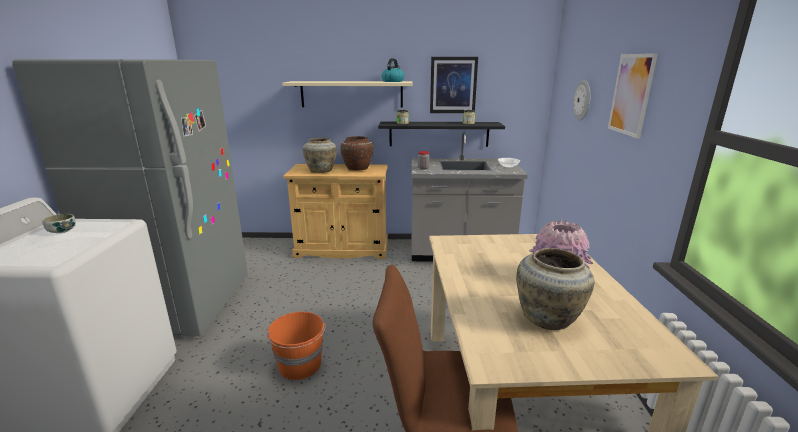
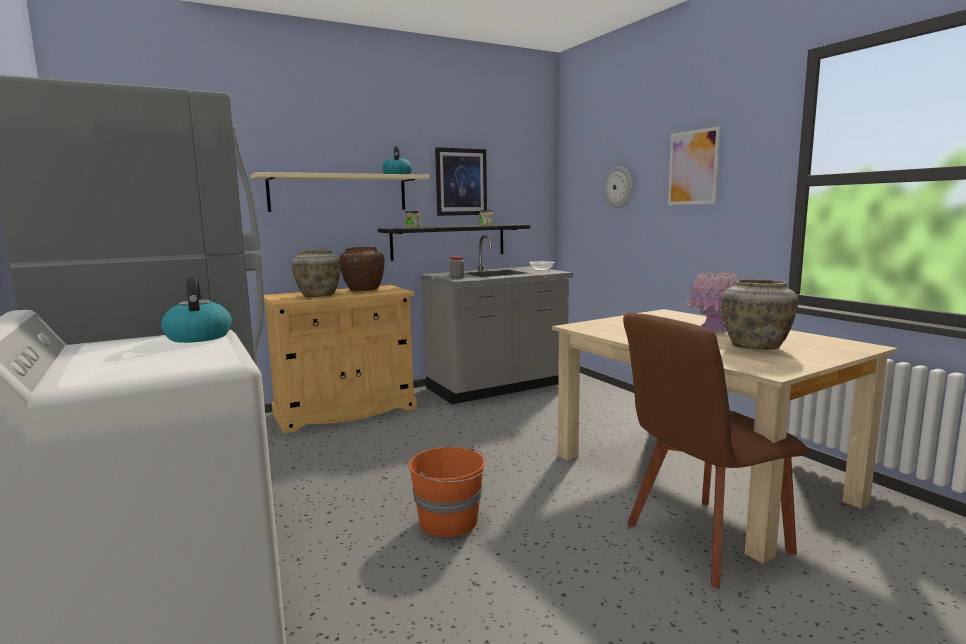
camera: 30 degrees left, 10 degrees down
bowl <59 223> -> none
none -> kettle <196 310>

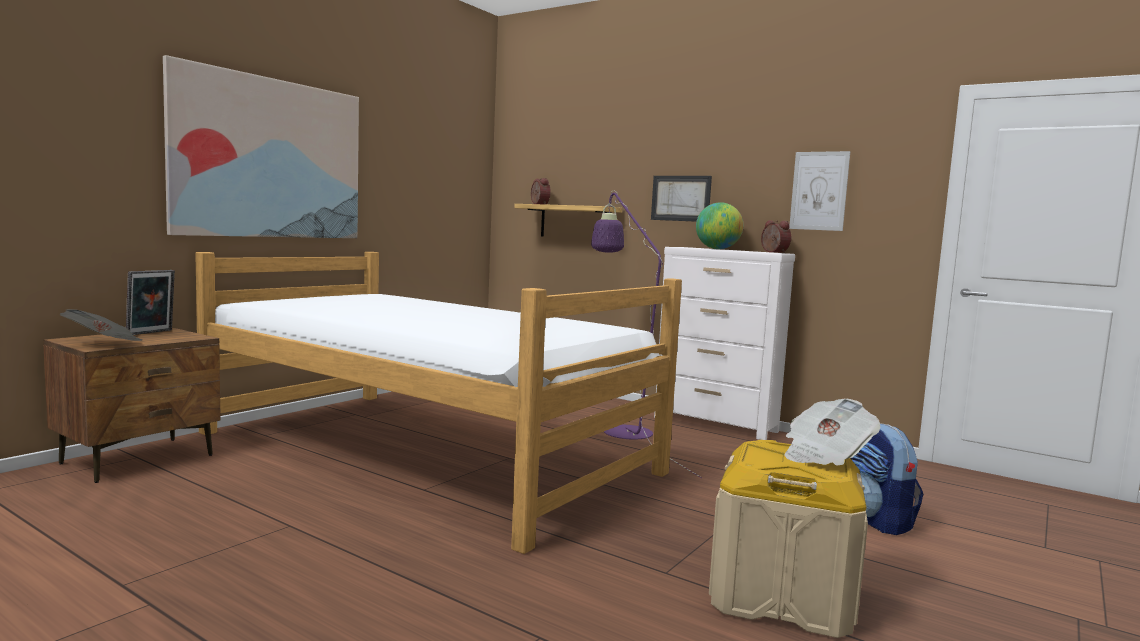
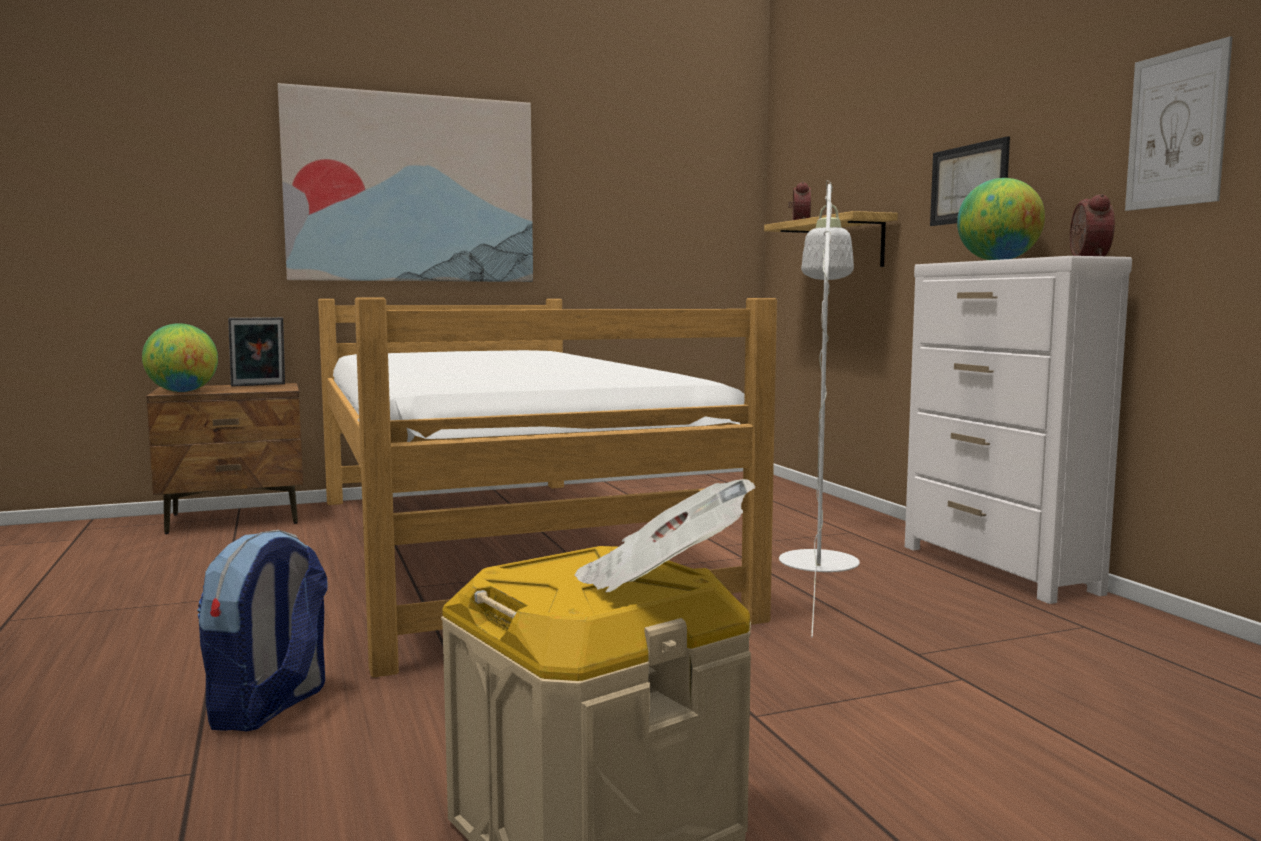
camera: 35 degrees right, 0 degrees up
newspaper <101 325> -> globe <180 357>
purple floor lamp <646 334> -> white floor lamp <819 408>
backpack <887 479> -> backpack <262 630>, relocated

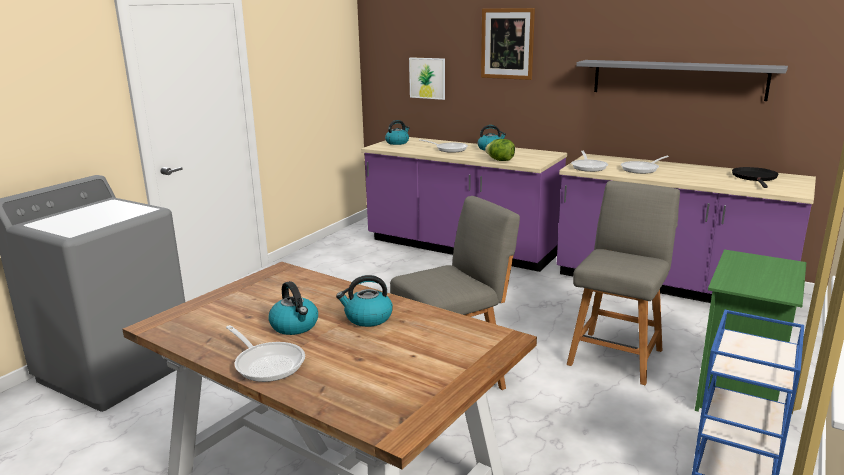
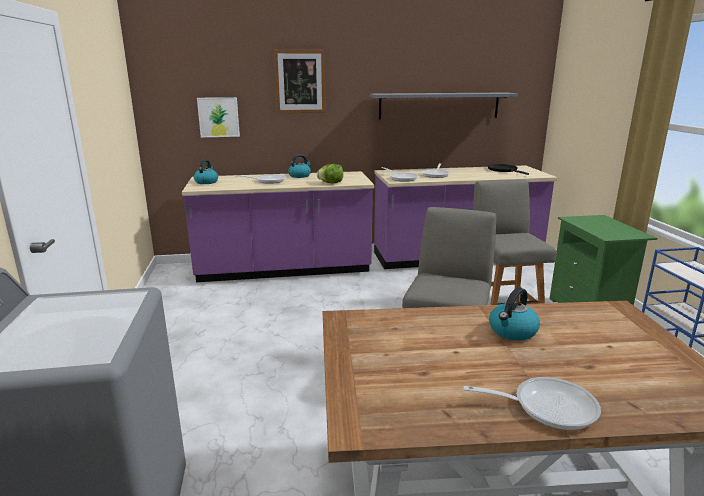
camera: 40 degrees left, 0 degrees up
kettle <293 308> -> none

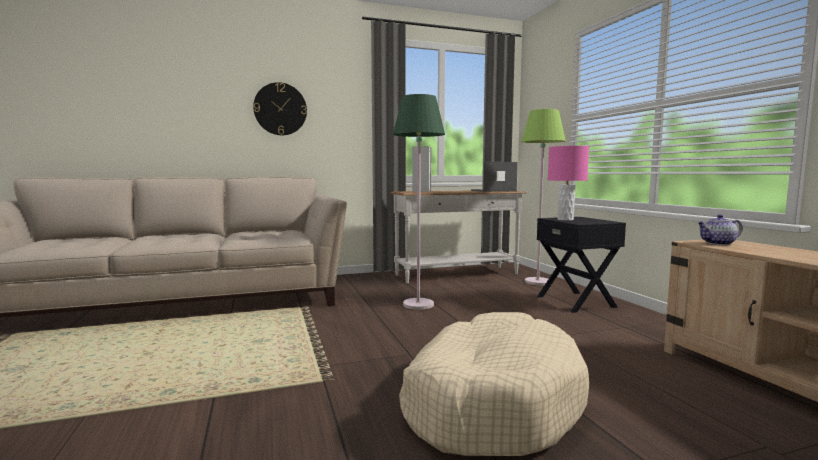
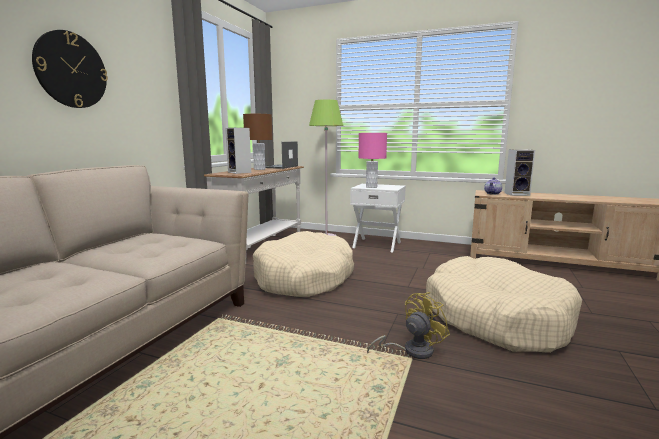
camera: 50 degrees left, 5 degrees up
green floor lamp <419 202> -> beige dog bed <303 264>
black nightstand <581 265> -> white nightstand <378 218>
none -> brown table lamp <258 142>
none -> yellow fan <408 325>
none -> speaker <519 172>

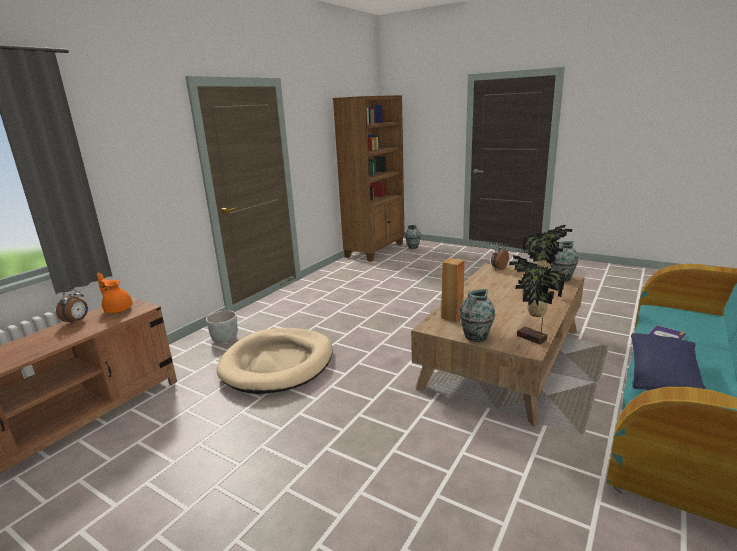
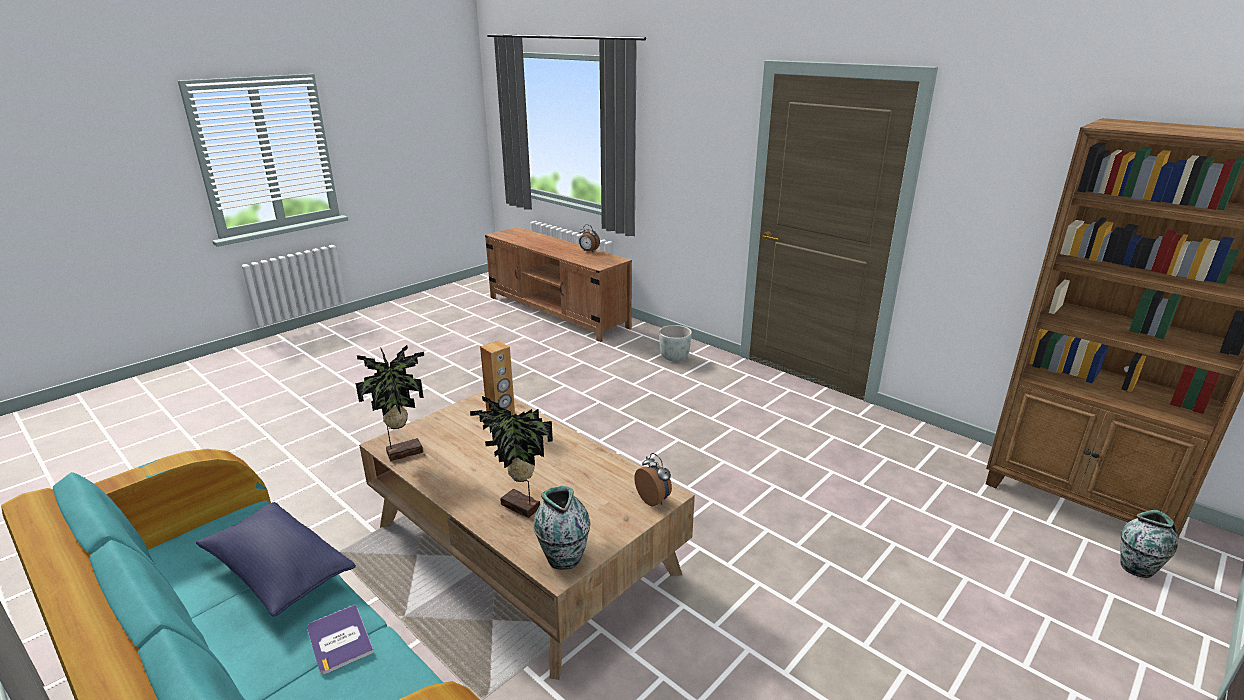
camera: 100 degrees right, 5 degrees up
orange teapot <114 293> -> none
beige dog bed <274 361> -> none
vase <477 315> -> none

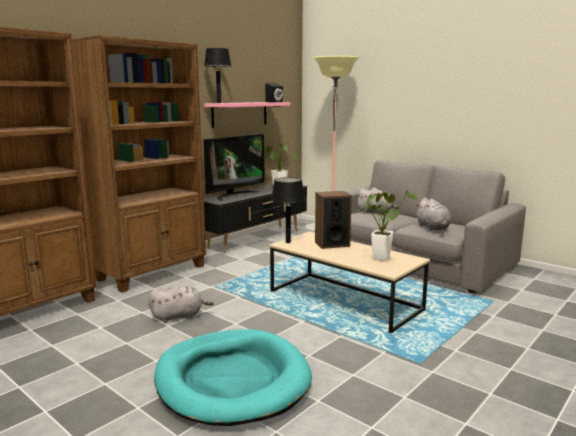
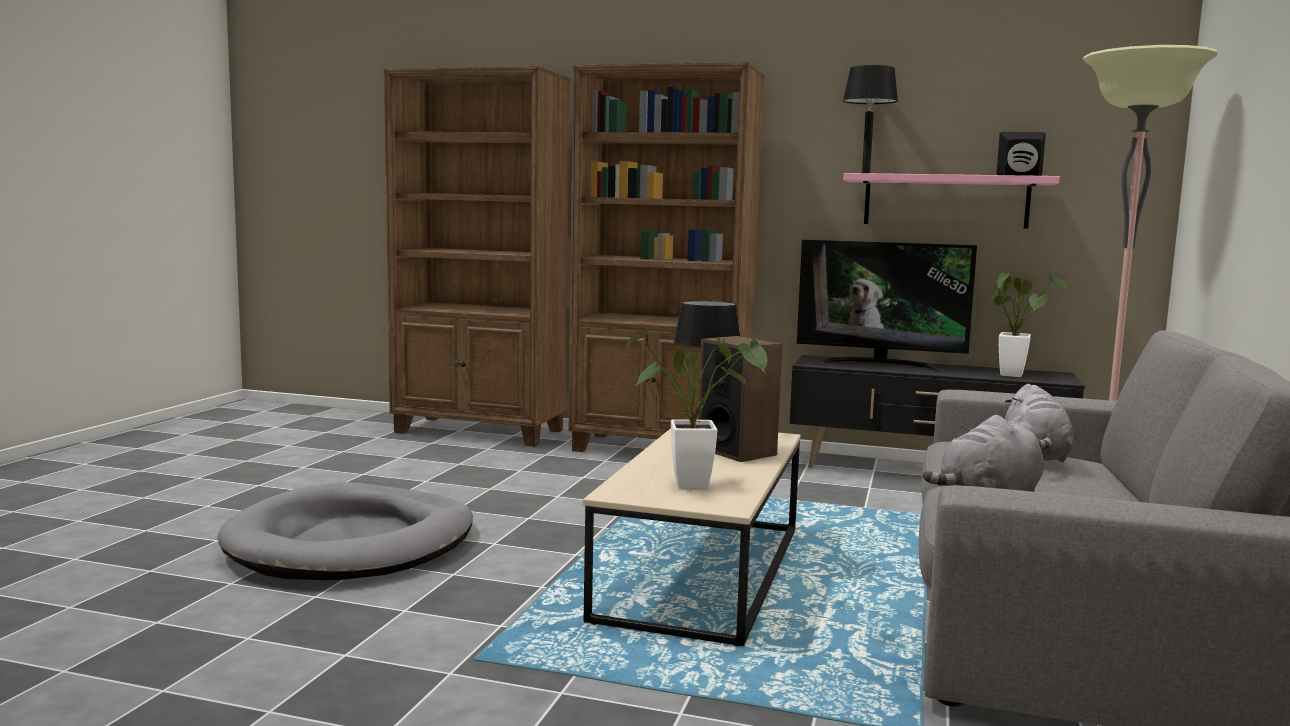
camera: 65 degrees right, 5 degrees down
grey plush toy <181 303> -> none
turquoise dog bed <233 377> -> grey dog bed <345 531>

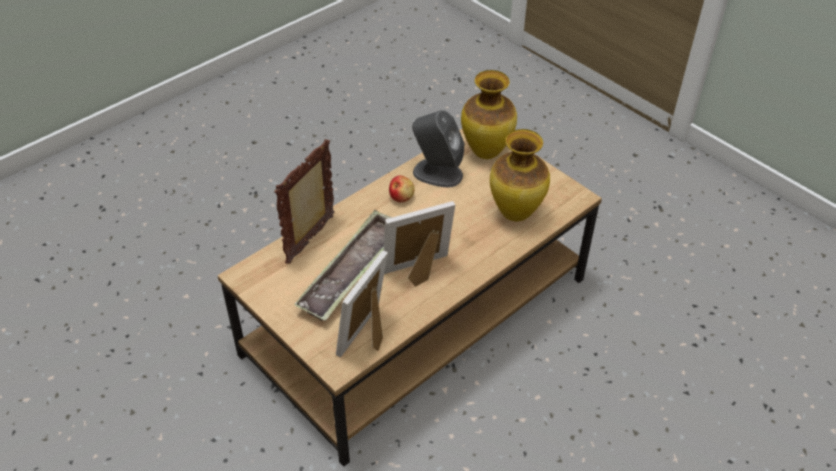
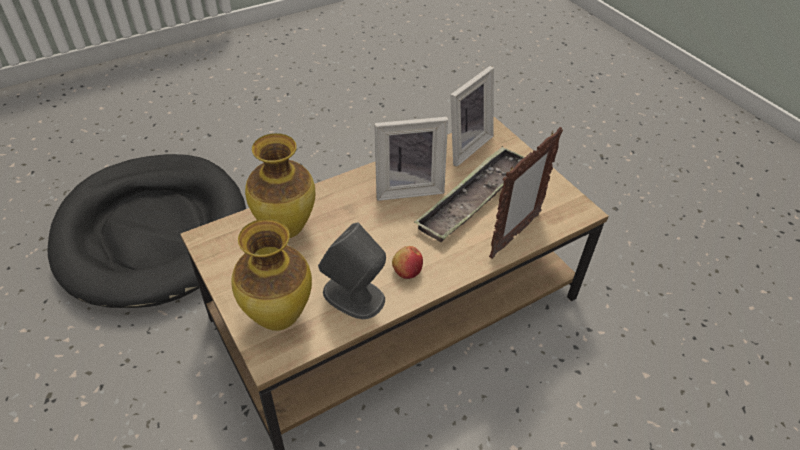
camera: 170 degrees left, 0 degrees up
none -> black dog bed <146 231>

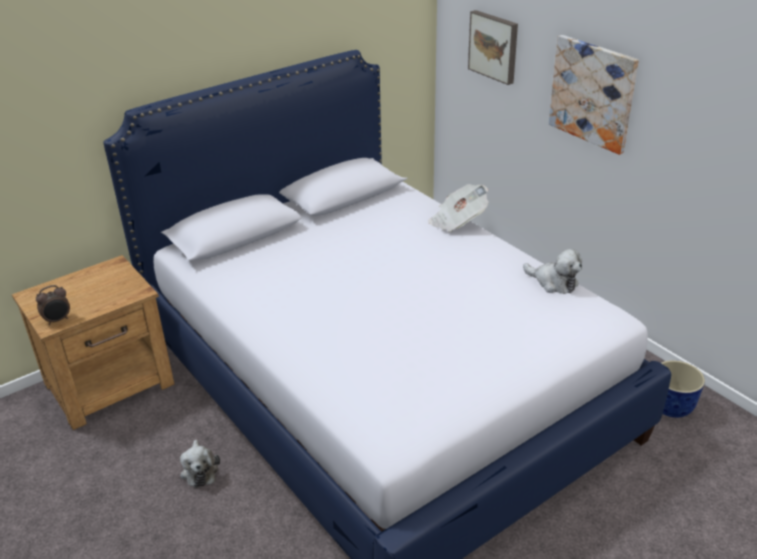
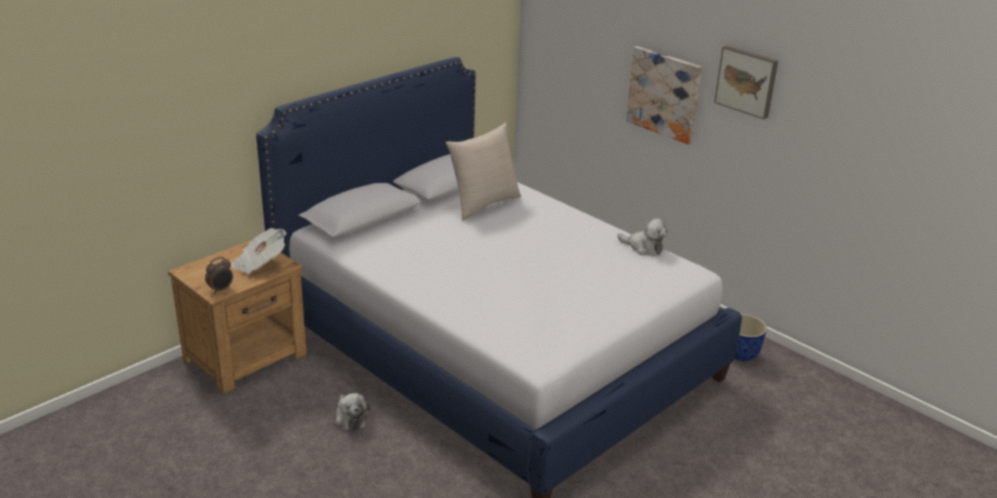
camera: 10 degrees left, 5 degrees down
newspaper <458 208> -> newspaper <259 251>, relocated
picture <493 47> -> picture <746 82>, relocated
none -> beige pillow <483 171>

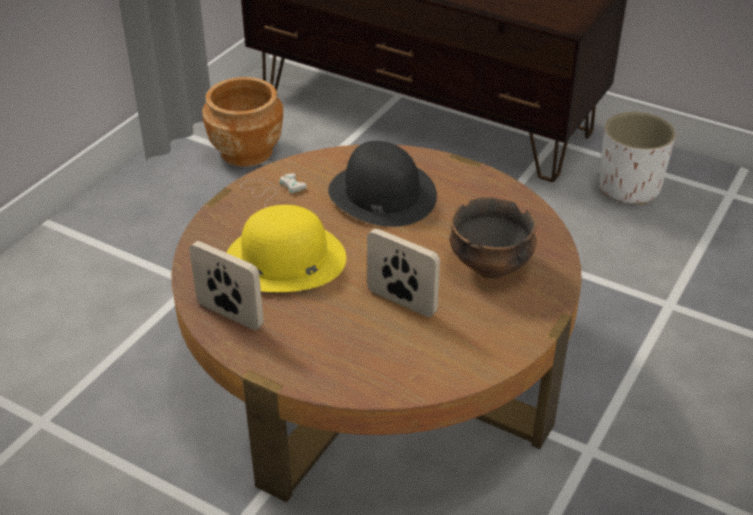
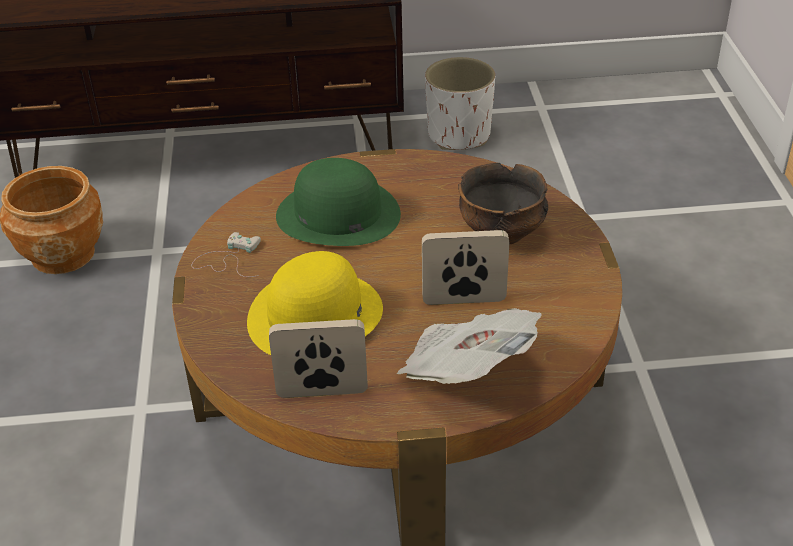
camera: 35 degrees left, 0 degrees up
black hat <382 184> -> green hat <338 202>
none -> newspaper <469 346>

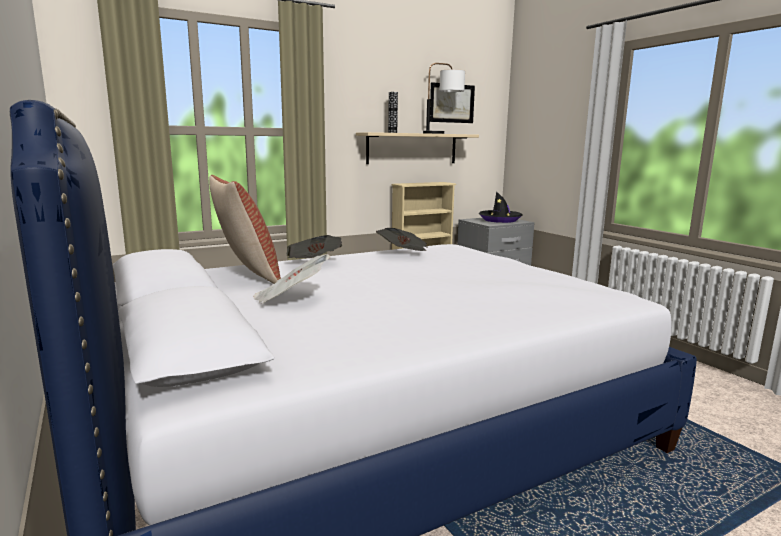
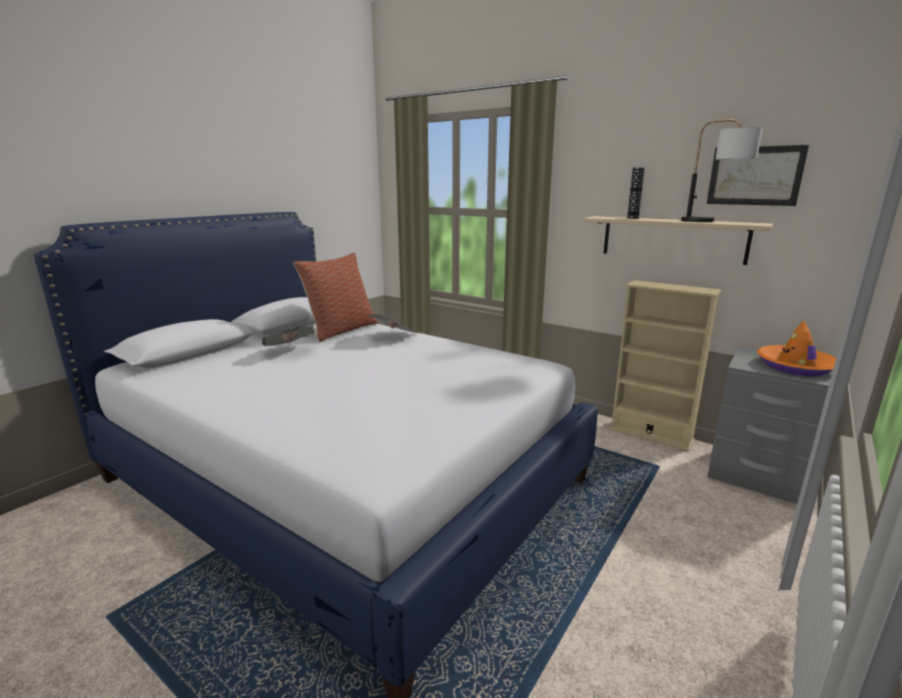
camera: 65 degrees right, 5 degrees up
newspaper <401 239> -> none
black hat <500 207> -> orange hat <796 348>

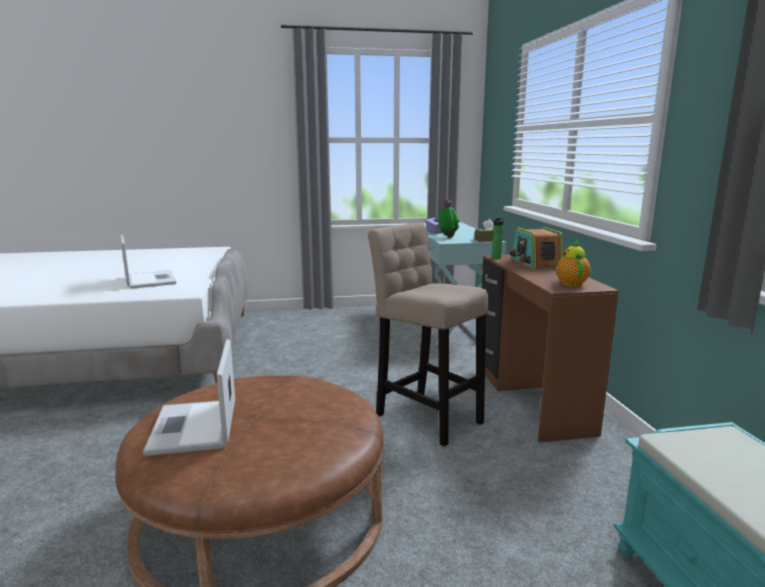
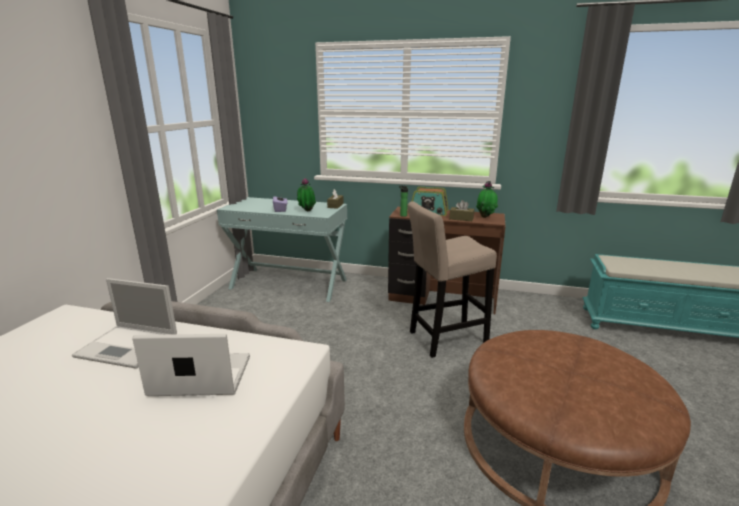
camera: 65 degrees left, 5 degrees up
laptop <189 397> -> laptop <124 323>, relocated
teapot <574 263> -> potted plant <487 199>
none -> brown tissue box <461 210>

